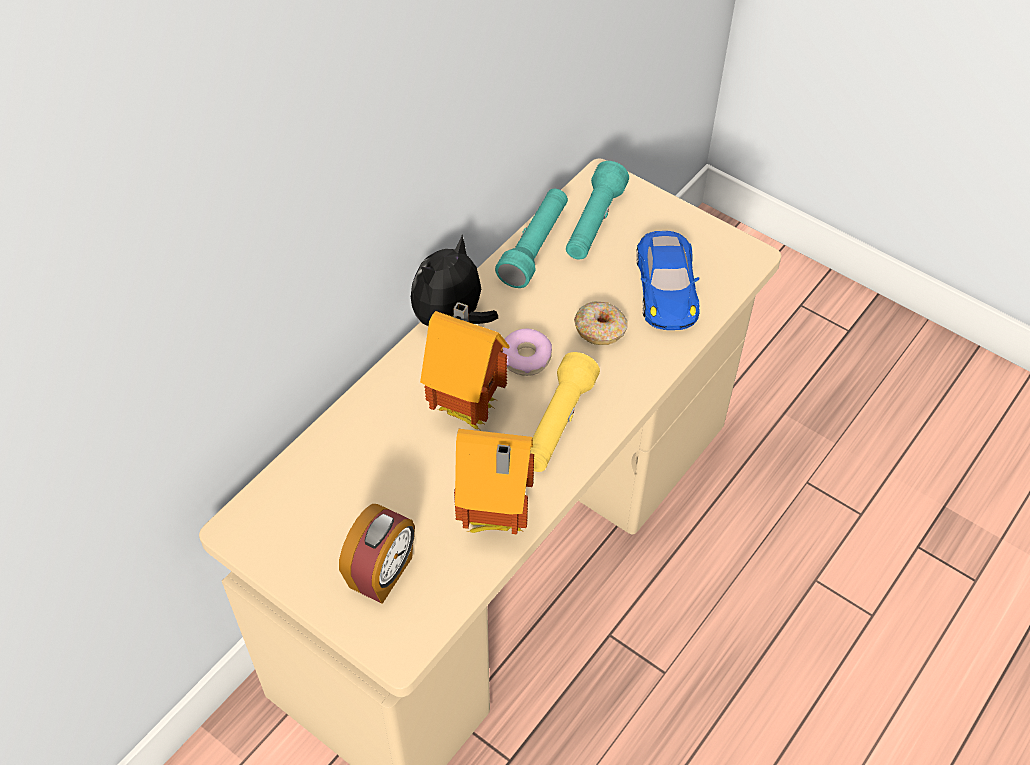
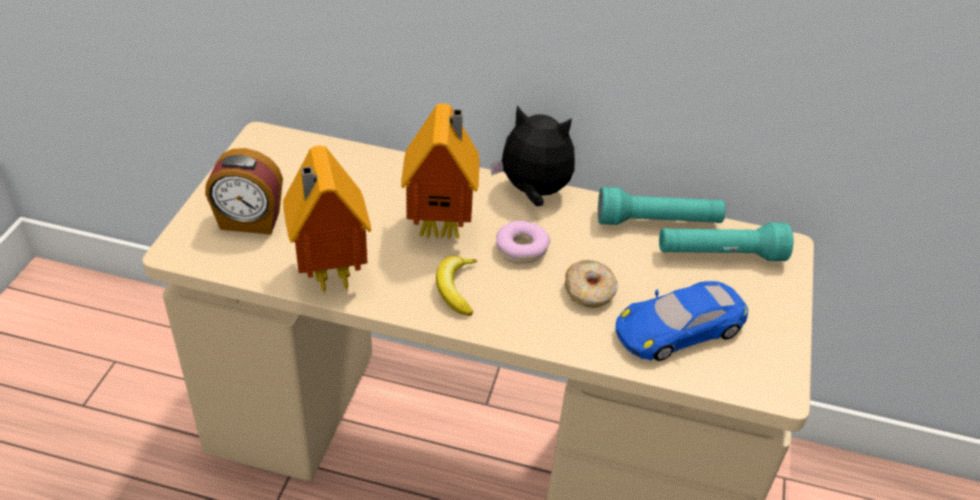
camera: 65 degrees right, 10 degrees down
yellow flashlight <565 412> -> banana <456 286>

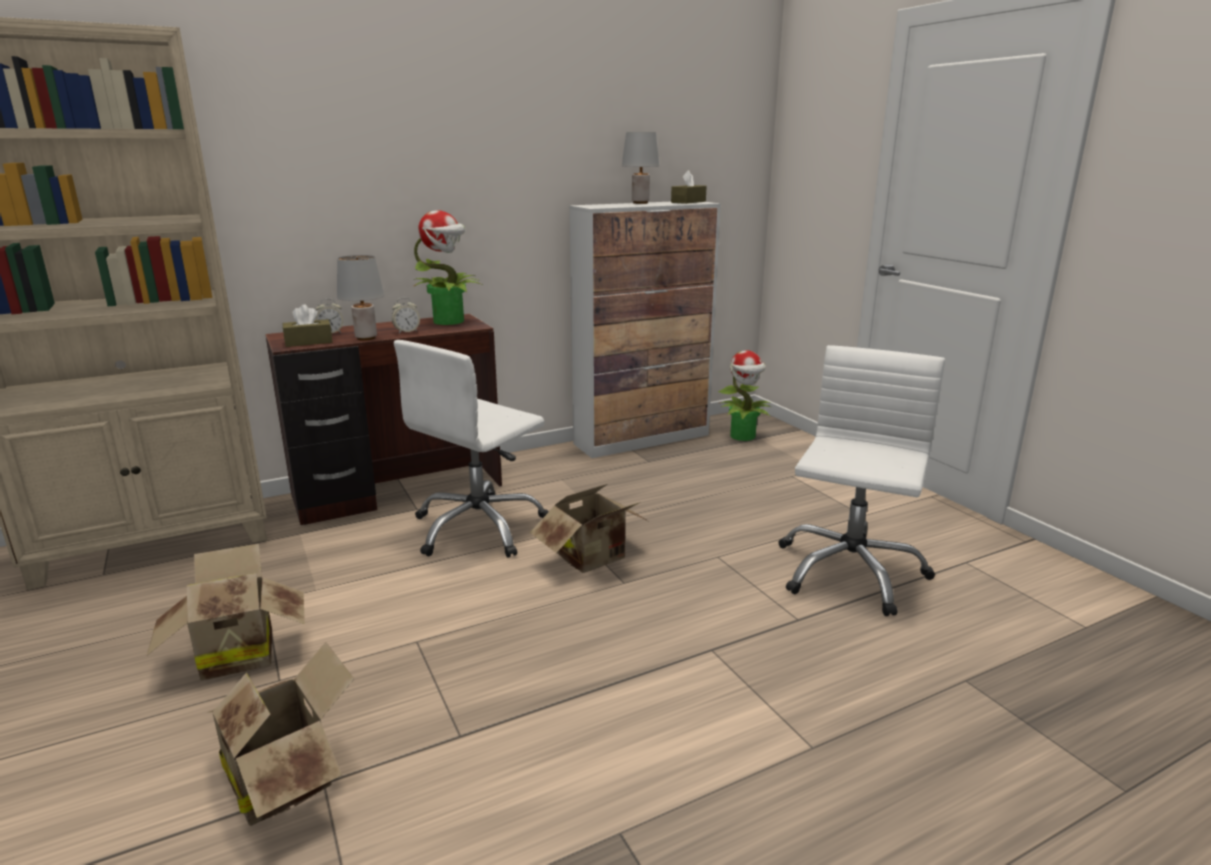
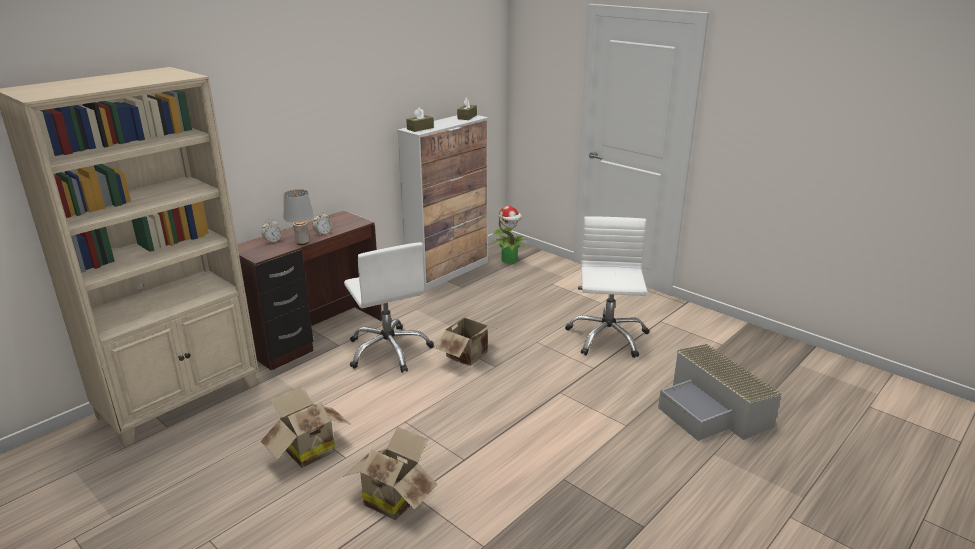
camera: 20 degrees left, 5 degrees up
brown tissue box <308 326> -> brown tissue box <420 119>, relocated
white office chair <471 449> -> white office chair <389 307>, 45 degrees counterclockwise
potted plant <447 267> -> none
grey table lamp <640 168> -> none
none -> grey storage box <720 392>

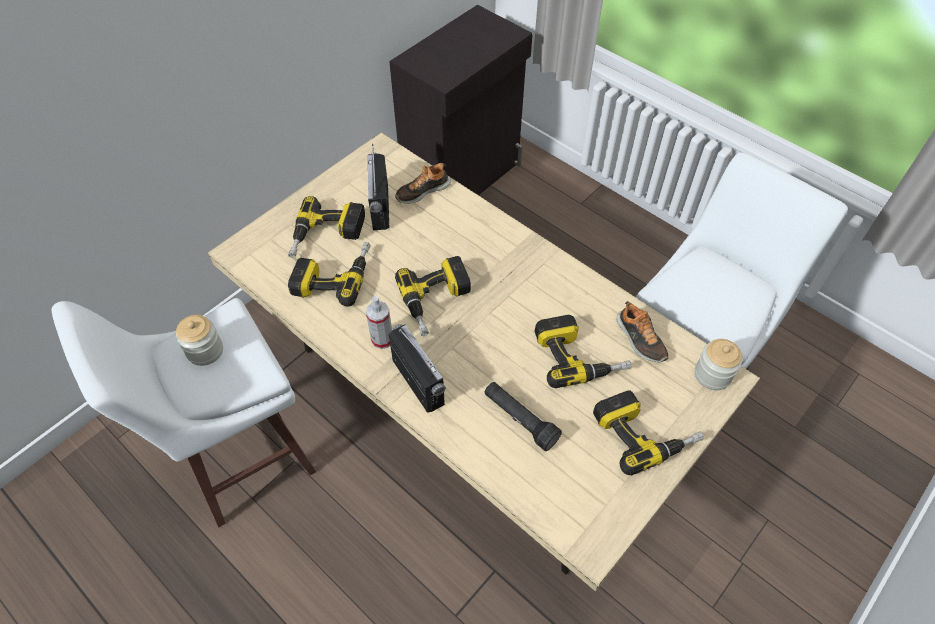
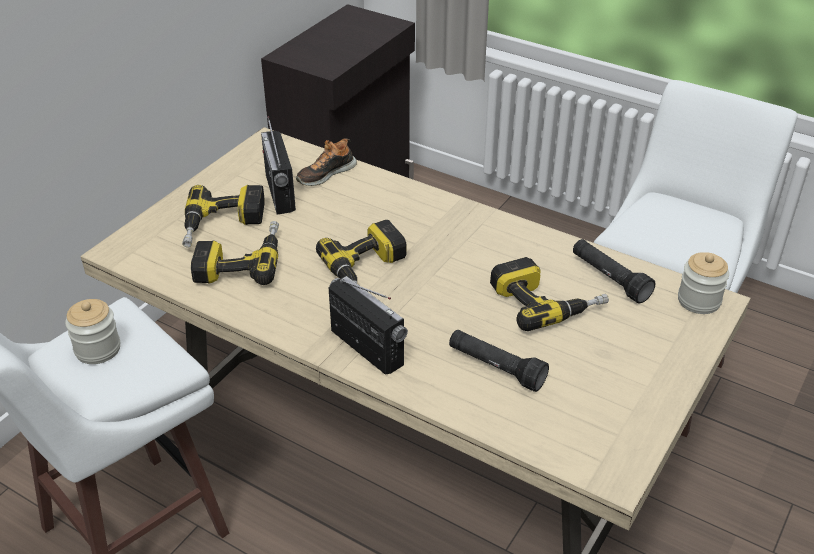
camera: 10 degrees left, 15 degrees down
spray bottle <379 322> -> none
power drill <648 432> -> none
shoe <643 331> -> black flashlight <614 271>

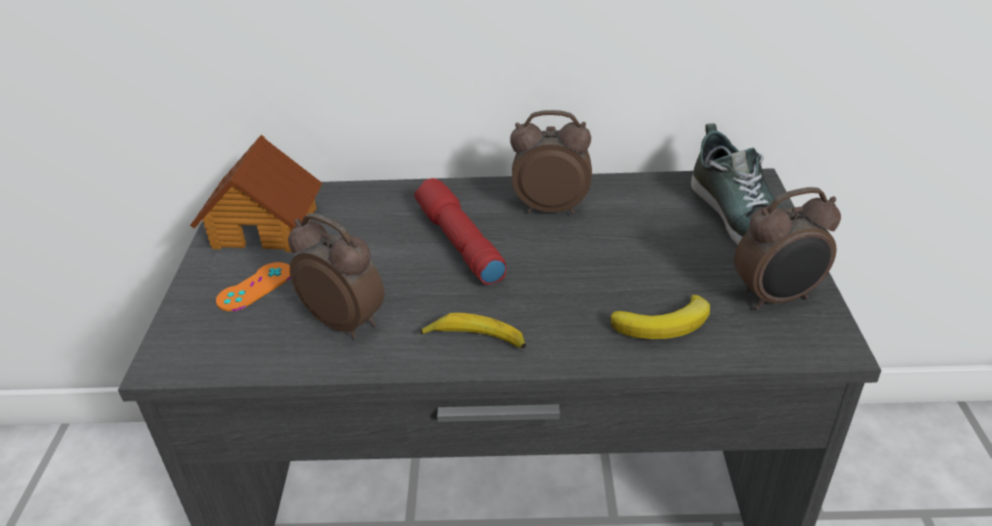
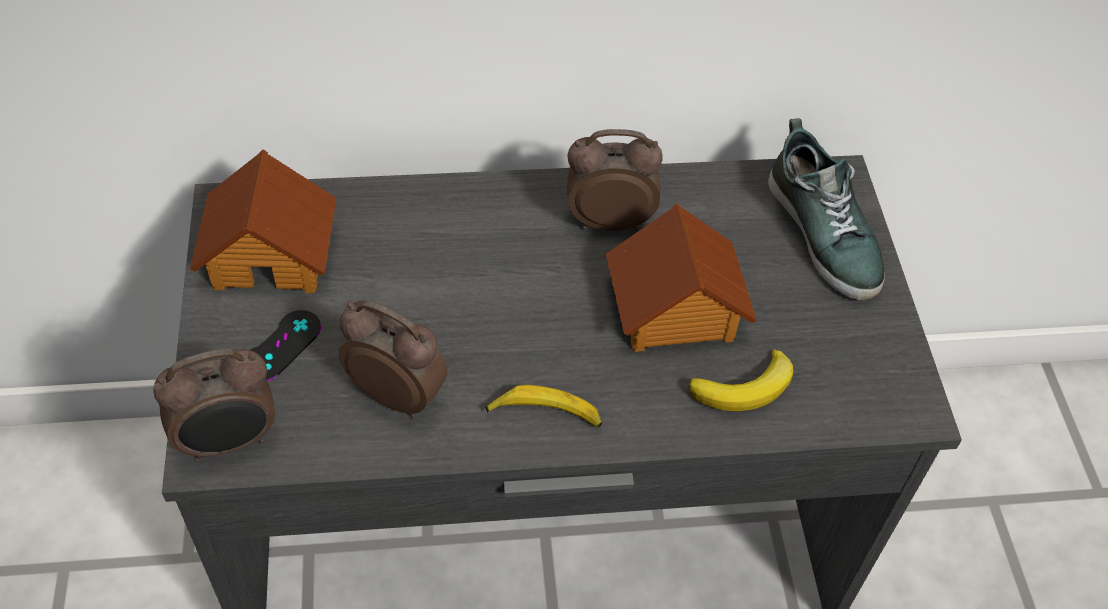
camera: 10 degrees left, 15 degrees up
orange game controller <253 286> -> black game controller <286 345>
red flashlight <460 231> -> none
alarm clock <787 248> -> alarm clock <214 405>, relocated
none -> toy house <681 277>

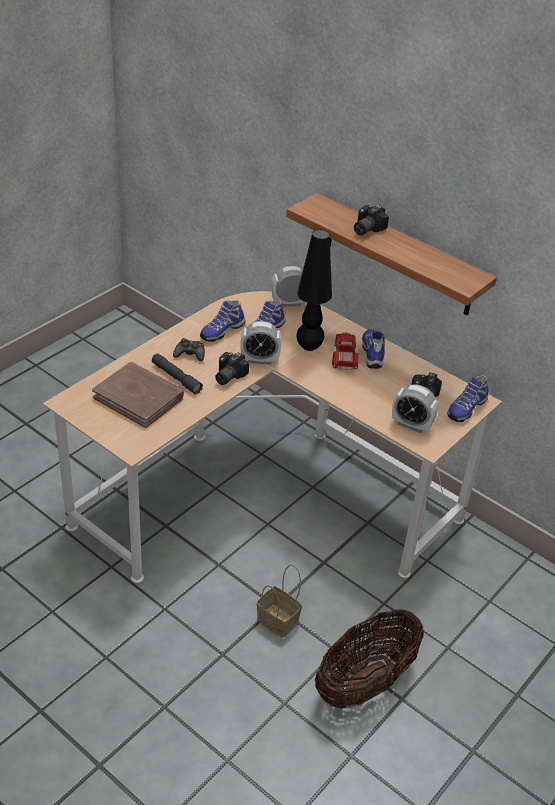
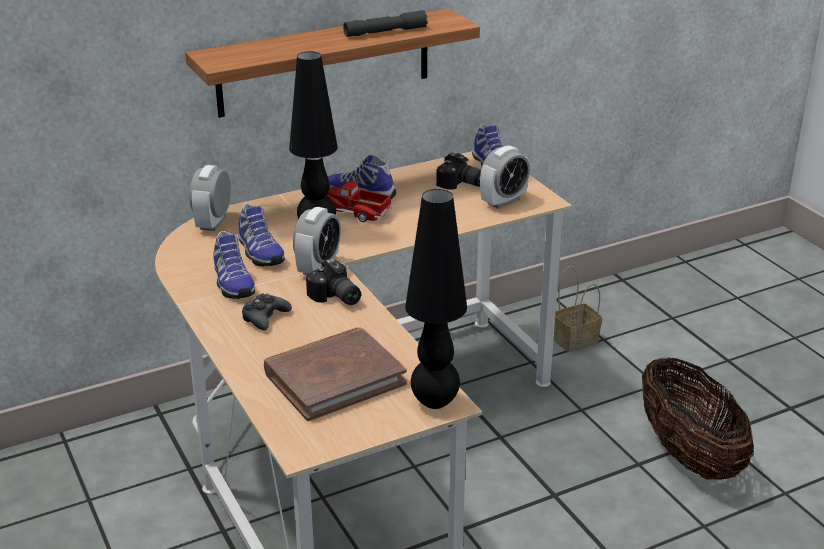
camera: 65 degrees left, 10 degrees down
grey flashlight <177 373> -> grey flashlight <385 23>, relocated
basket <279 601> -> basket <578 309>, relocated
photo camera <371 220> -> none
none -> black table lamp <436 299>

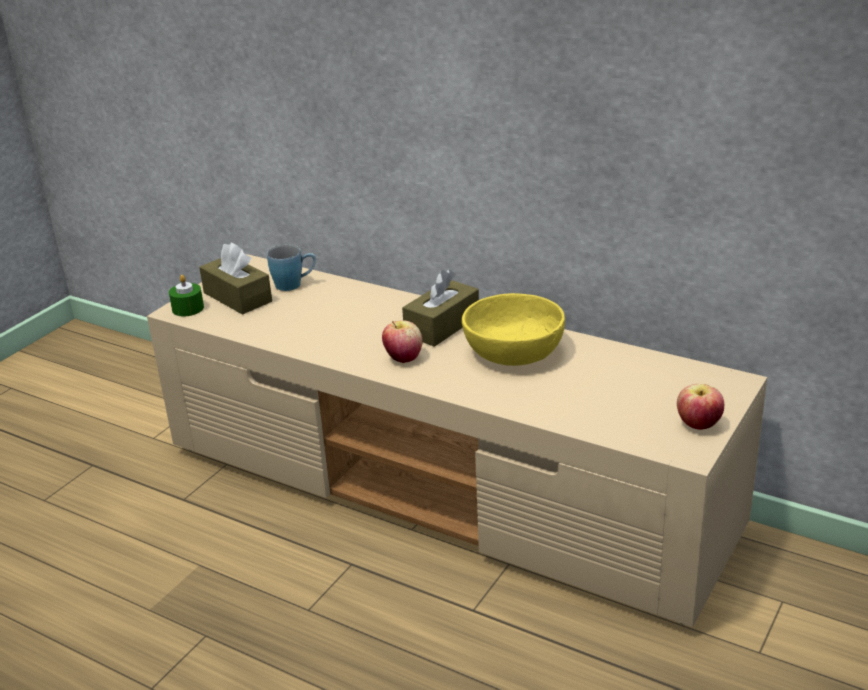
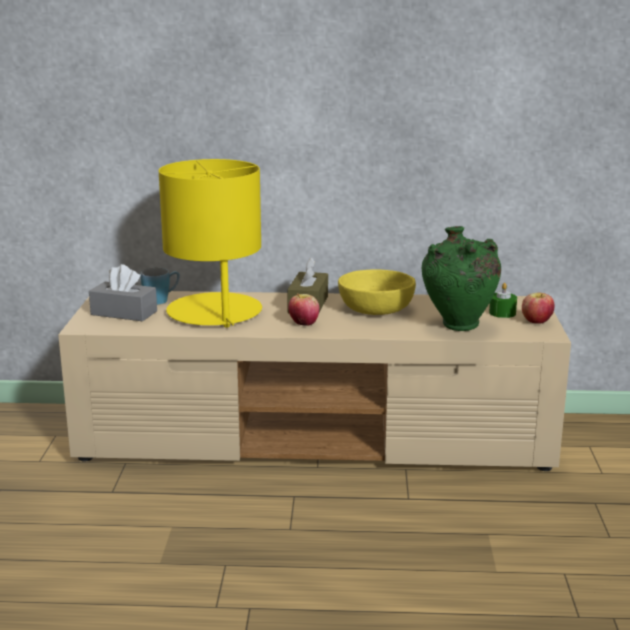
camera: 30 degrees left, 10 degrees down
green candle <186 295> -> green candle <503 300>, relocated
brown tissue box <235 279> -> grey tissue box <123 292>
none -> yellow table lamp <210 243>
none -> green vase <461 278>

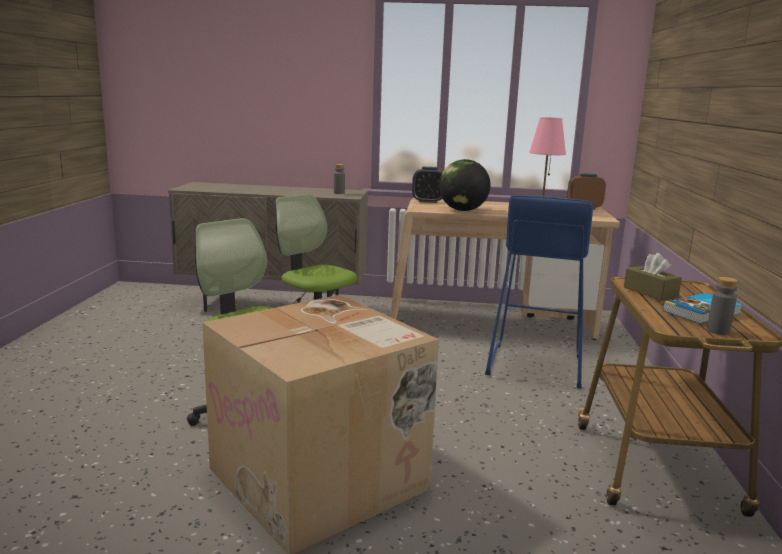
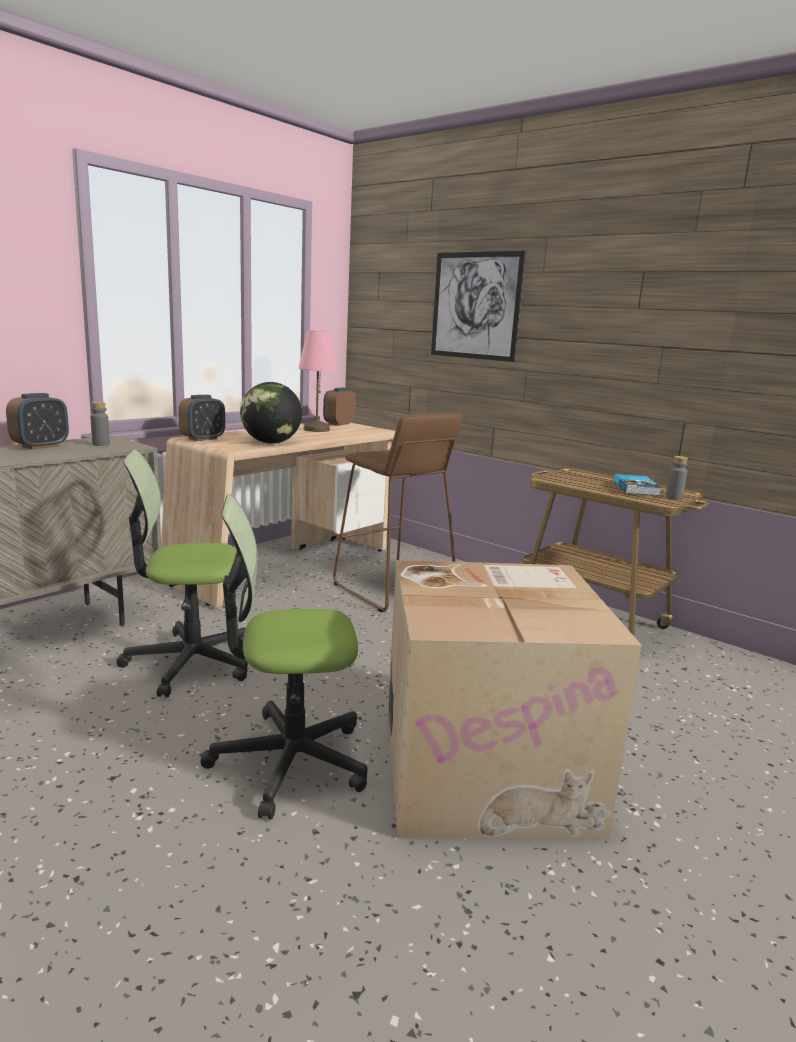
camera: 55 degrees left, 0 degrees up
blue stool <539 292> -> brown stool <397 512>
brown tissue box <653 277> -> none
none -> alarm clock <37 421>
none -> picture <478 306>

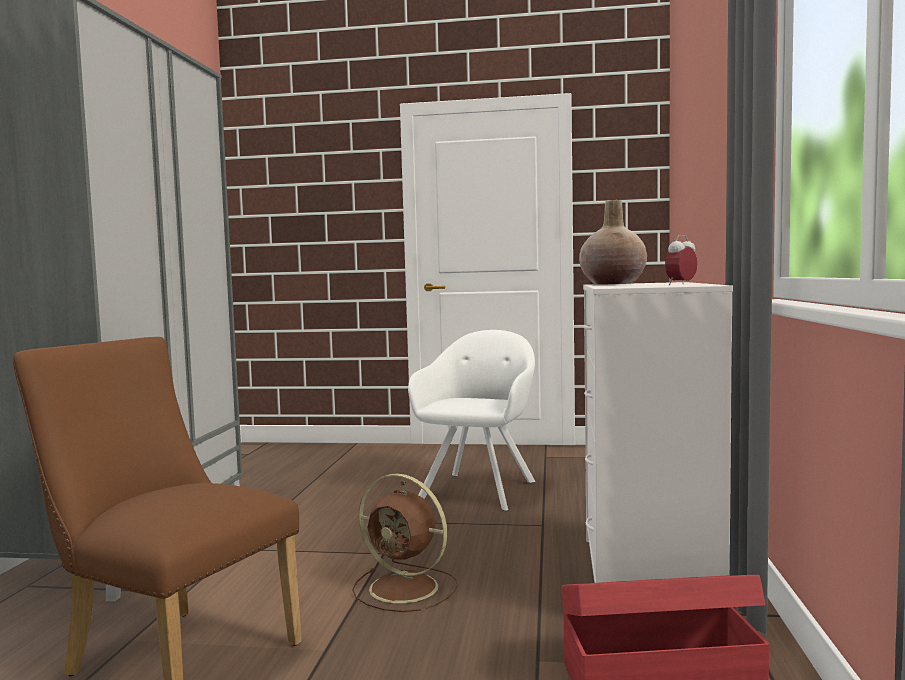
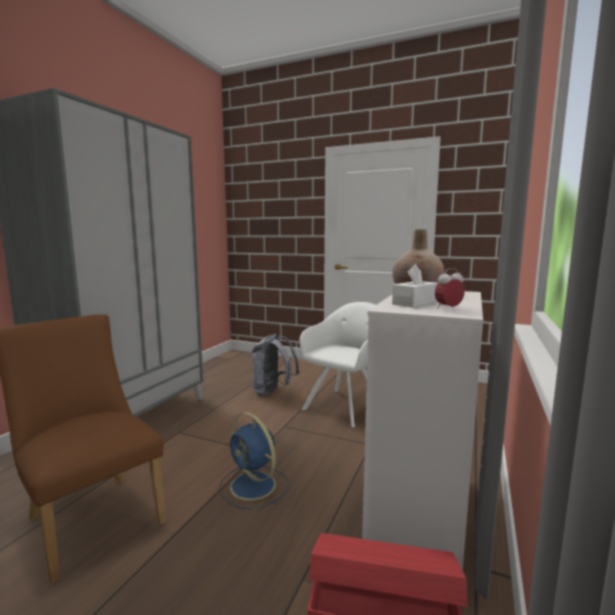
camera: 15 degrees right, 5 degrees up
brown fan <405 543> -> blue fan <254 460>
none -> grey backpack <275 365>
none -> white tissue box <415 286>

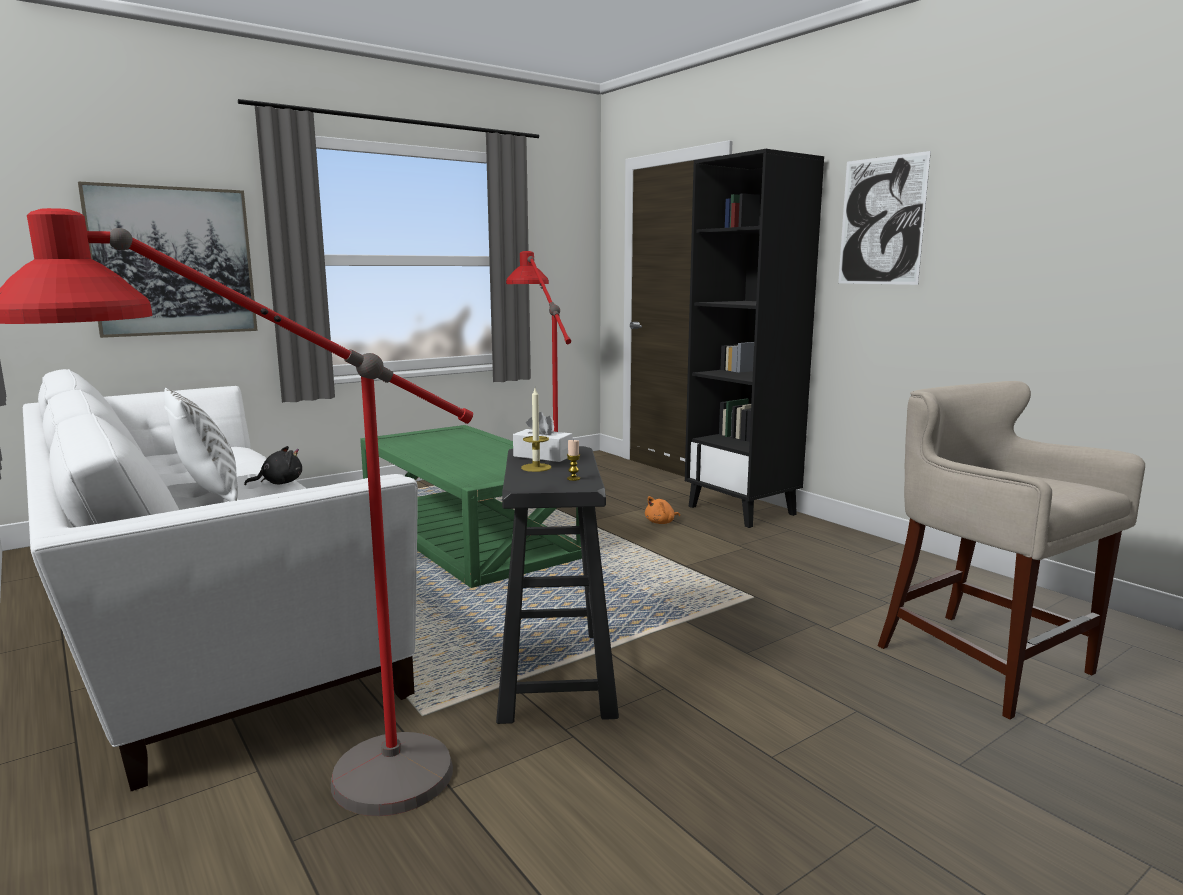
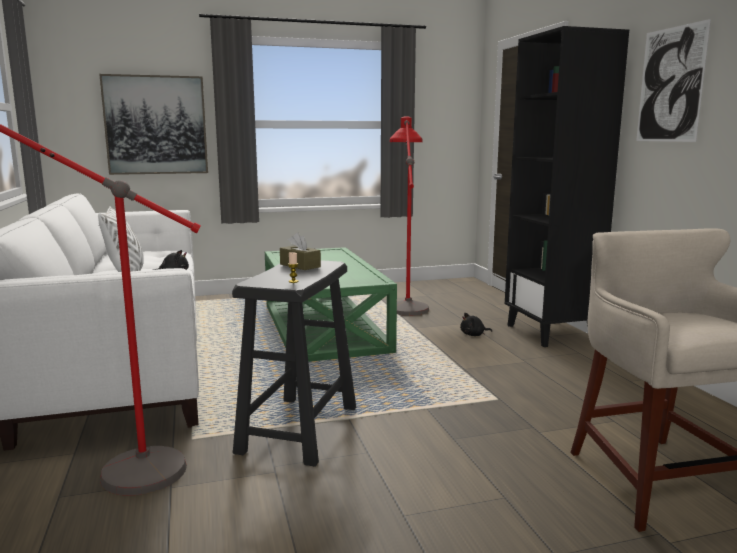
camera: 20 degrees right, 0 degrees up
white tissue box <543 437> -> brown tissue box <300 251>
candle <536 430> -> none
orange plush toy <662 510> -> black plush toy <476 324>

